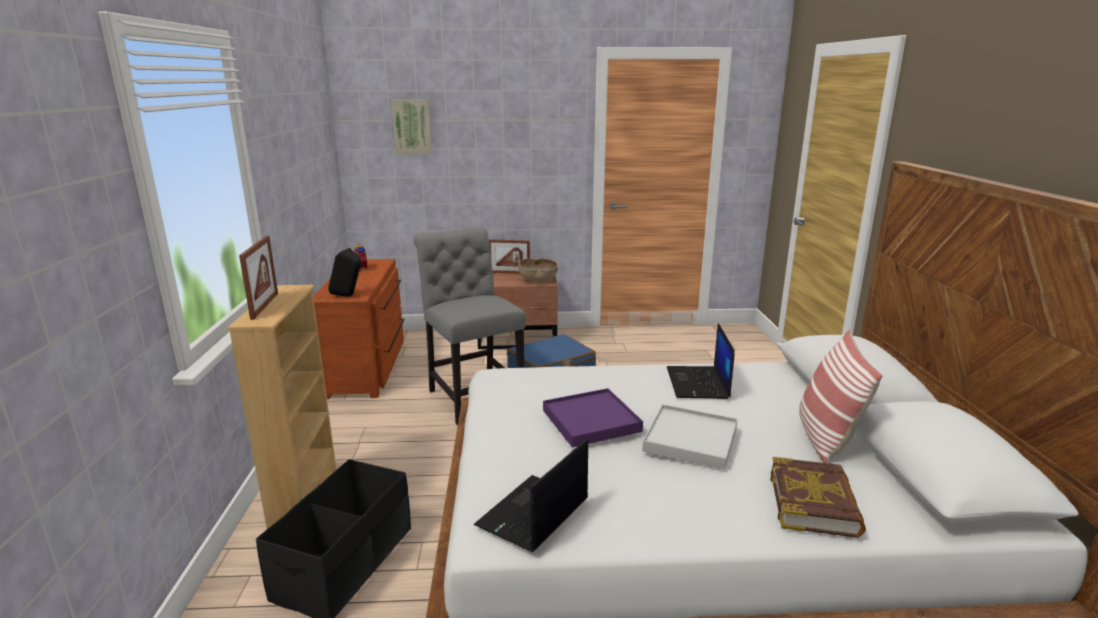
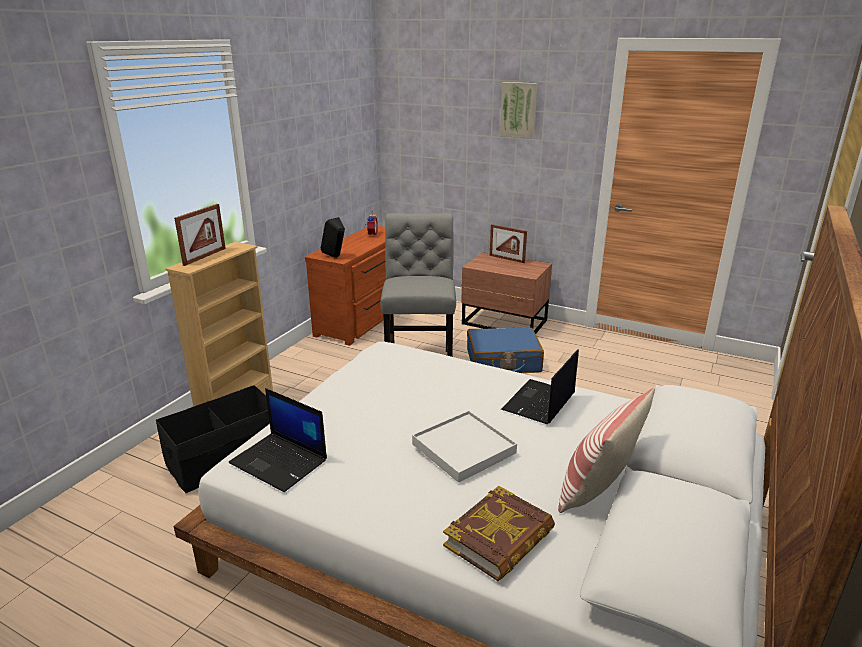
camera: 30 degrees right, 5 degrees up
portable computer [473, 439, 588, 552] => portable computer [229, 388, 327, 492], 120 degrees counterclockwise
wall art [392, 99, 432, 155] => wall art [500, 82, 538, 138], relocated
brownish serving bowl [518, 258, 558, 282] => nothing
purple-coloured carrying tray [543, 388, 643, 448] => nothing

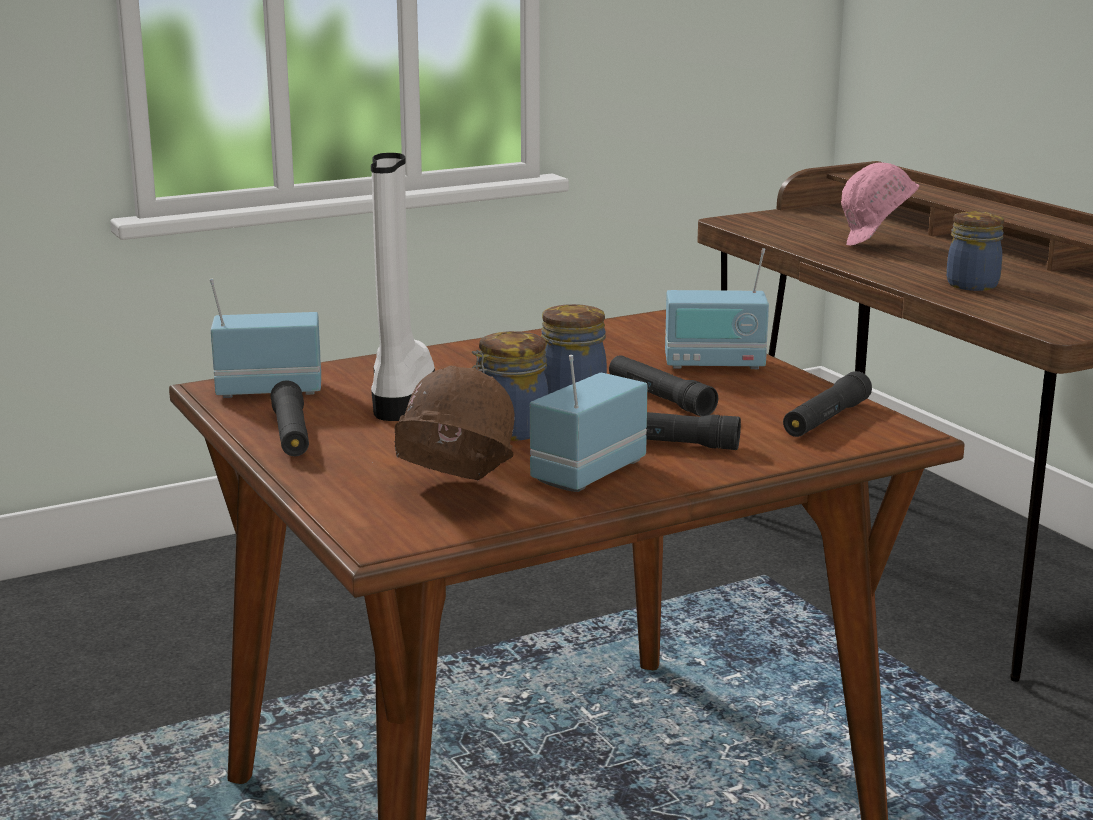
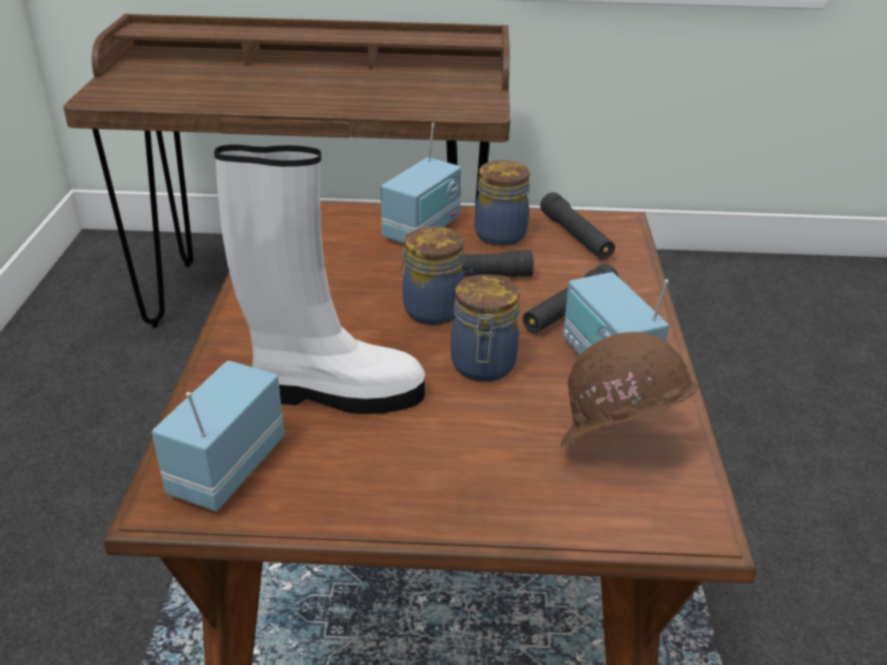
camera: 60 degrees left, 15 degrees up
whitish tall boot [371, 153, 435, 421] => whitish tall boot [214, 145, 425, 414], 150 degrees clockwise
jar [946, 211, 1004, 291] => jar [475, 160, 530, 246], relocated
black hand torch [271, 381, 309, 456] => nothing
pink-coloured safety helmet [841, 162, 920, 245] => nothing

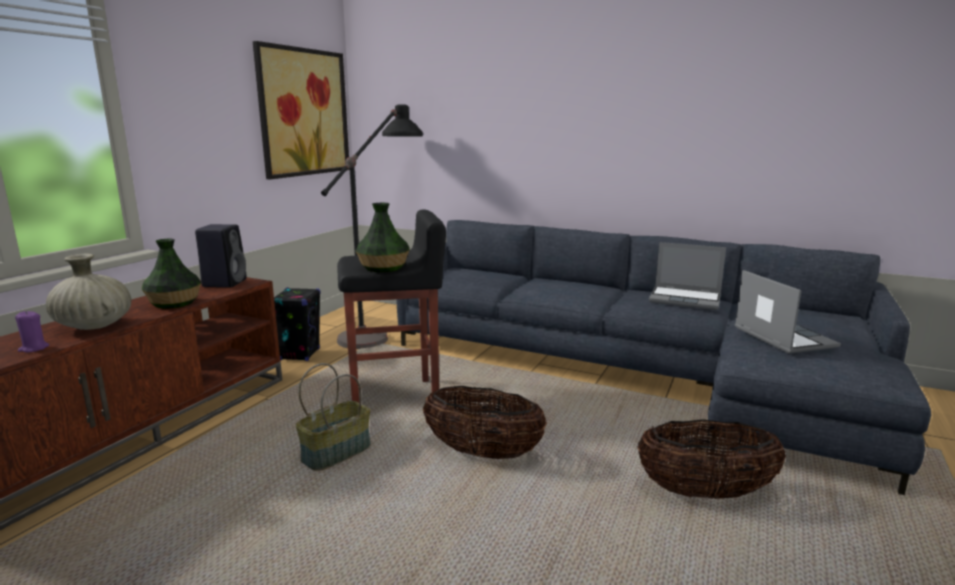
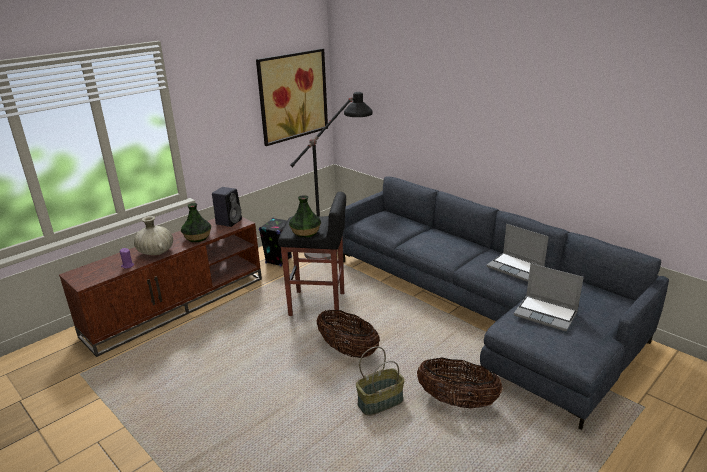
camera: 20 degrees right, 10 degrees up
basket [296, 363, 371, 471] => basket [356, 346, 405, 416], relocated
portable computer [735, 270, 841, 354] => portable computer [514, 263, 584, 331], 120 degrees clockwise

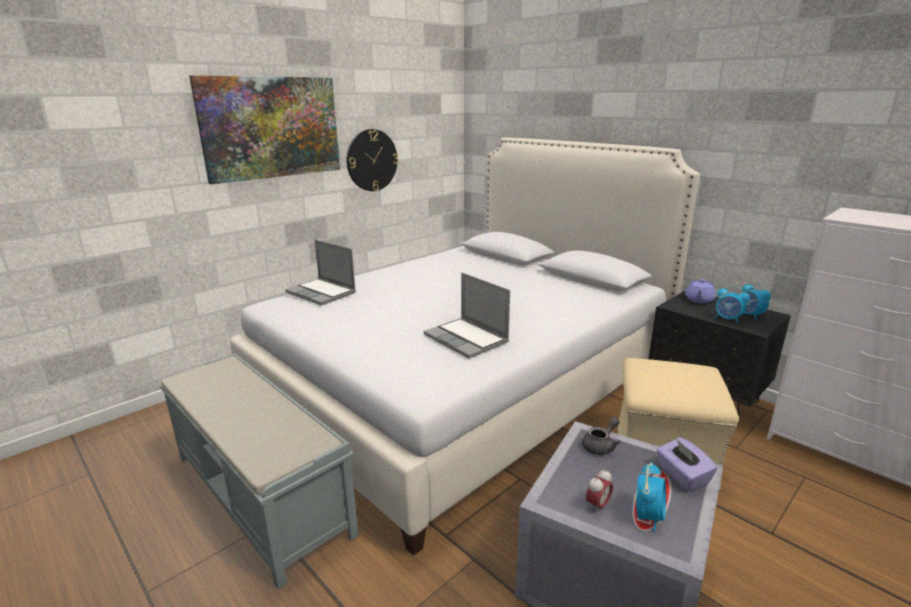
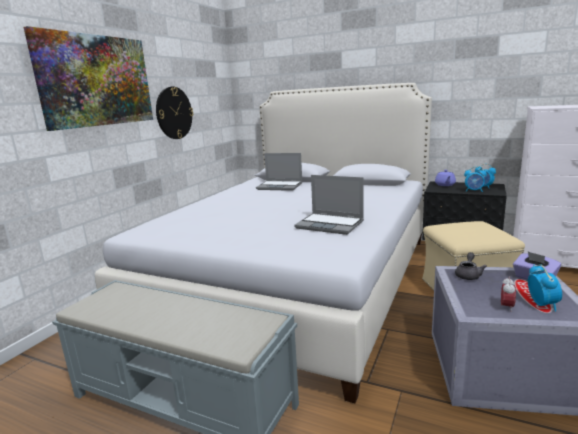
camera: 20 degrees left, 5 degrees down
portable computer [285, 240, 356, 305] => portable computer [256, 153, 303, 191], relocated

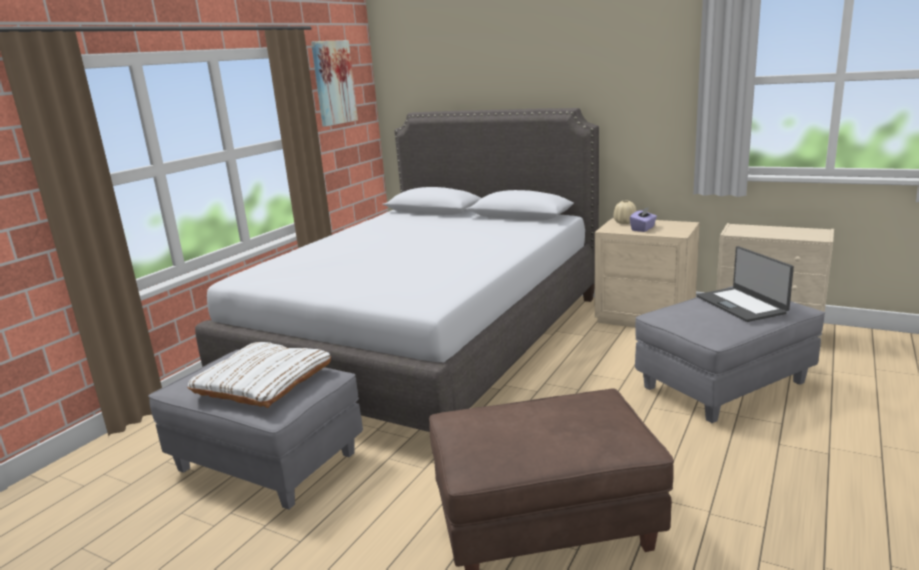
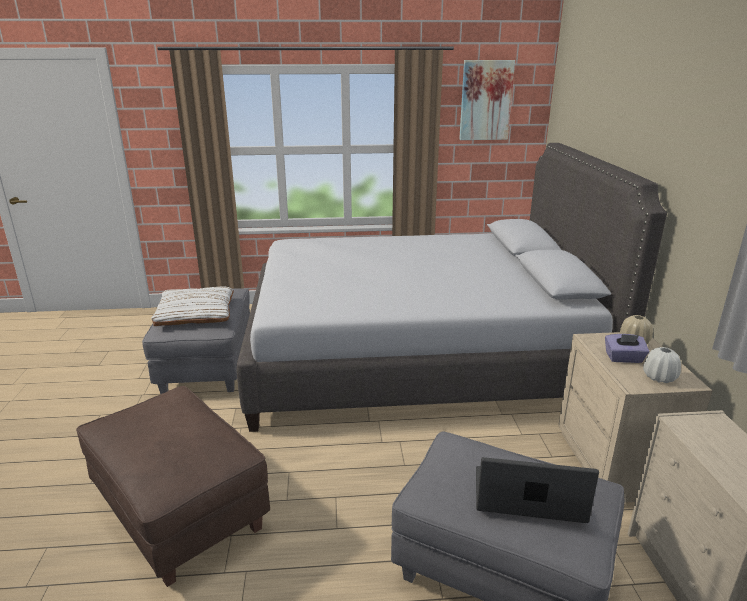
camera: 55 degrees right, 5 degrees up
portable computer [697, 246, 794, 322] => portable computer [476, 457, 599, 523], 60 degrees clockwise
nothing => whitish decorative vase [643, 347, 681, 383]

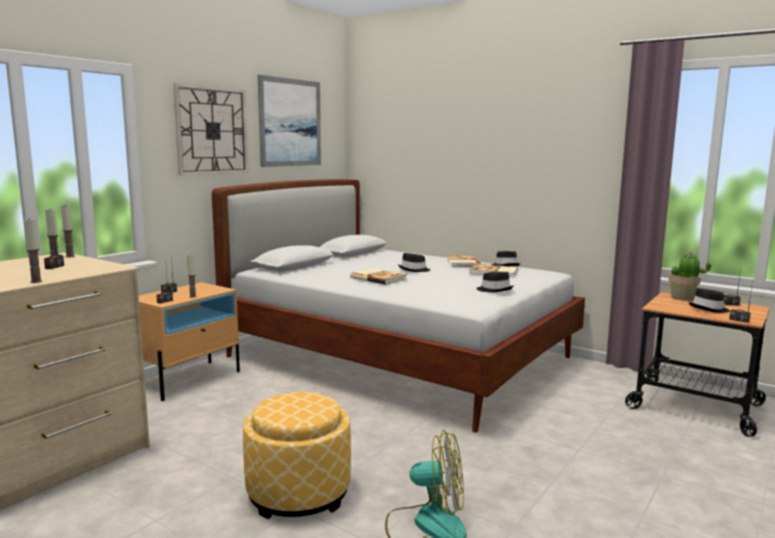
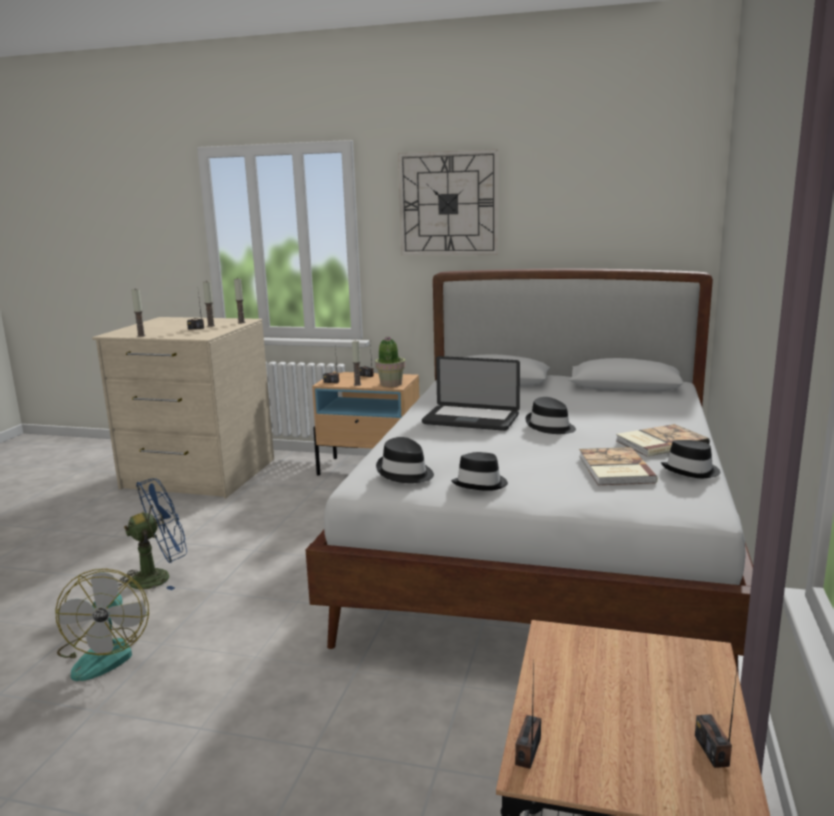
camera: 70 degrees right, 5 degrees up
footrest [243, 392, 351, 519] => blue cooling fan [117, 478, 187, 590]
houseplant [669, 252, 711, 301] => houseplant [375, 337, 405, 387], relocated
black hat [688, 288, 730, 313] => black hat [376, 437, 434, 483], relocated
volume [350, 268, 407, 285] => portable computer [422, 356, 520, 431]
wall art [258, 75, 321, 167] => nothing

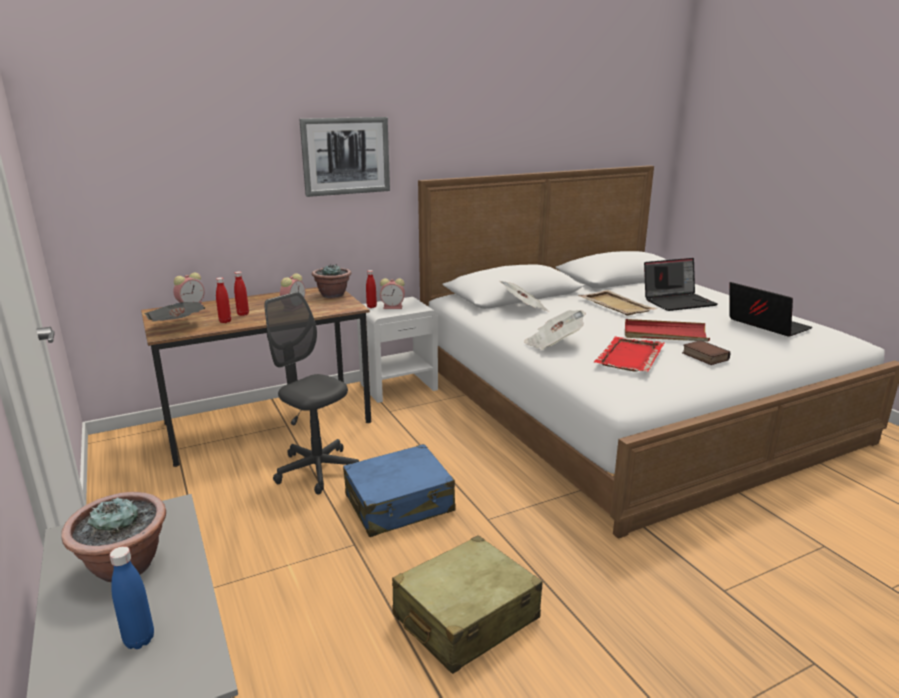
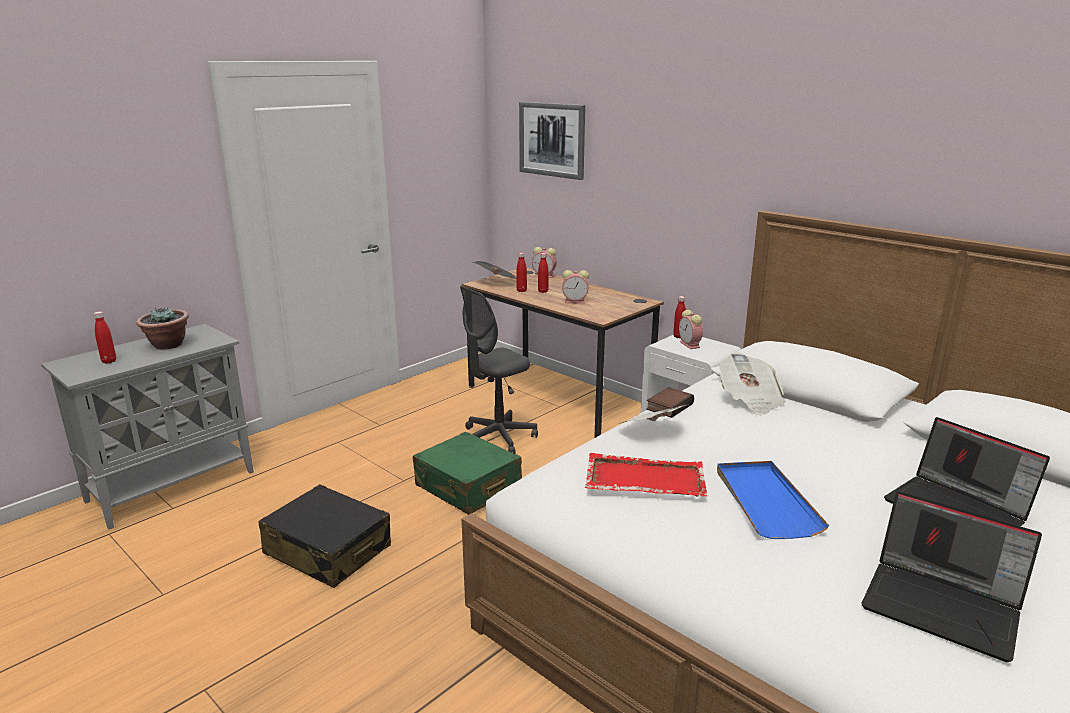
camera: 70 degrees right, 0 degrees up
blue bottle [110, 546, 154, 649] => red-coloured bottle [93, 312, 116, 364]
beige-coloured suitcase [392, 535, 542, 674] => black suitcase [259, 484, 391, 588]
blue suitcase [343, 444, 455, 537] => green-coloured suitcase [413, 432, 522, 515]
gray desk chair [264, 292, 359, 495] => gray desk chair [460, 286, 538, 454], 150 degrees counterclockwise
wall art [299, 117, 390, 197] => wall art [519, 102, 585, 180], relocated
volume [682, 340, 730, 365] => volume [646, 387, 694, 418], relocated
red-coloured carrying tray [625, 319, 710, 342] => blue carrying tray [717, 461, 829, 539]
portable computer [729, 282, 812, 337] => portable computer [861, 491, 1042, 662], 90 degrees clockwise
houseplant [312, 263, 351, 298] => nothing
beige-coloured carrying tray [578, 290, 658, 316] => nothing

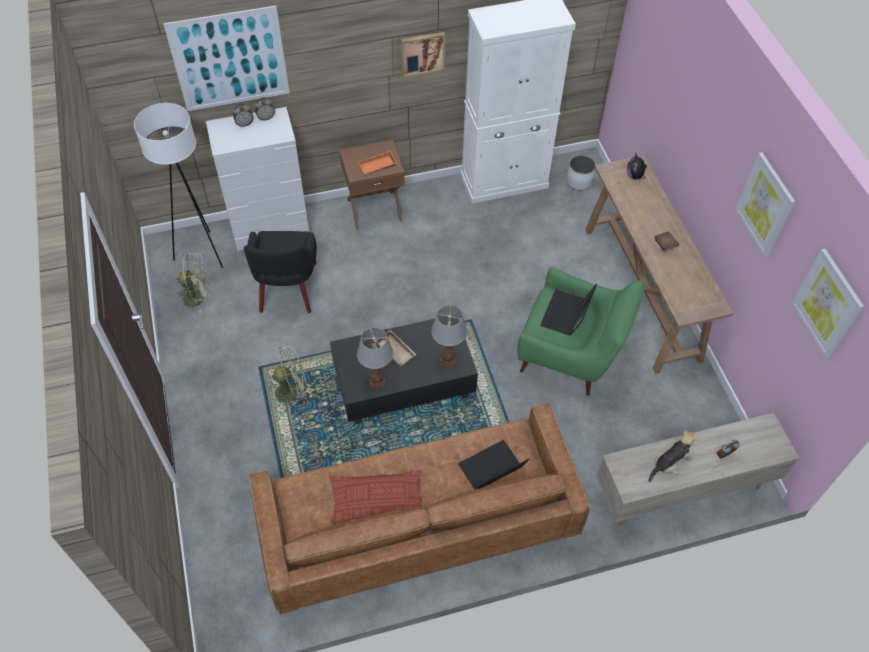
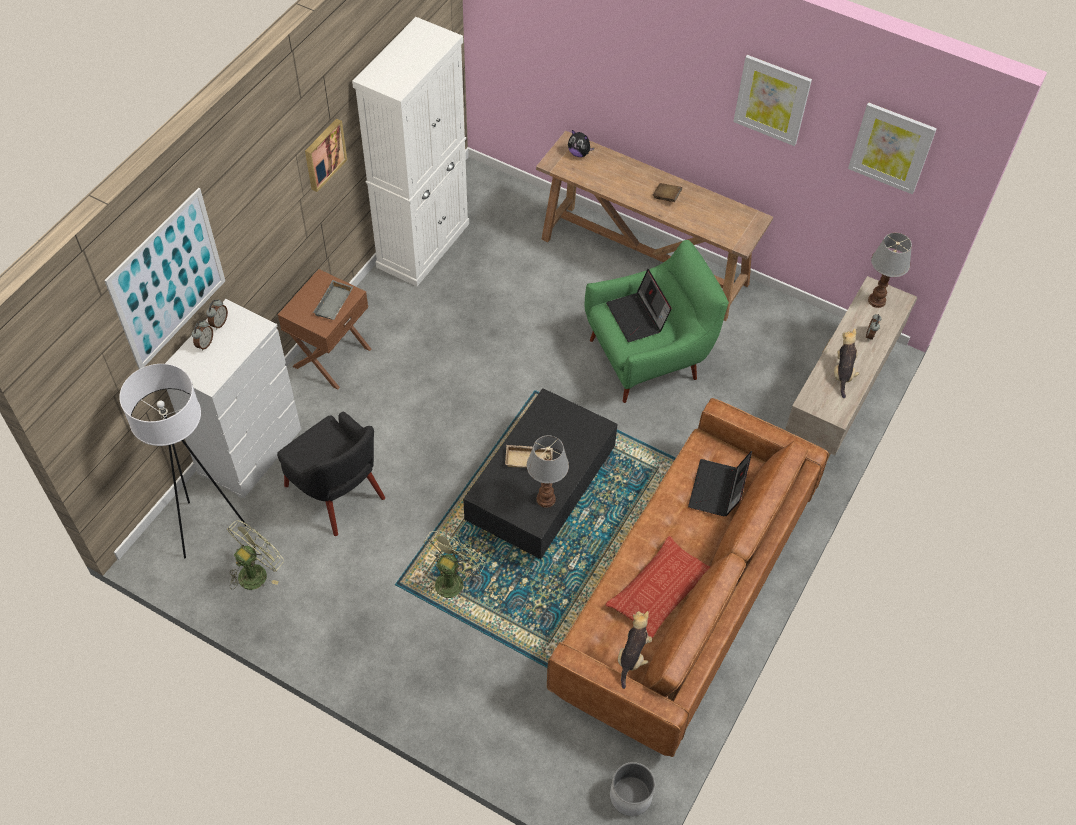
camera: 45 degrees left, 0 degrees up
orangey carrying tray [357, 151, 397, 174] => gray carrying tray [313, 280, 353, 320]
whitish plant pot [566, 155, 596, 190] => whitish plant pot [610, 762, 655, 816], relocated
nothing => cuddly toy [618, 611, 652, 689]
tabletop lamp [431, 305, 467, 368] => tabletop lamp [868, 233, 912, 308], relocated

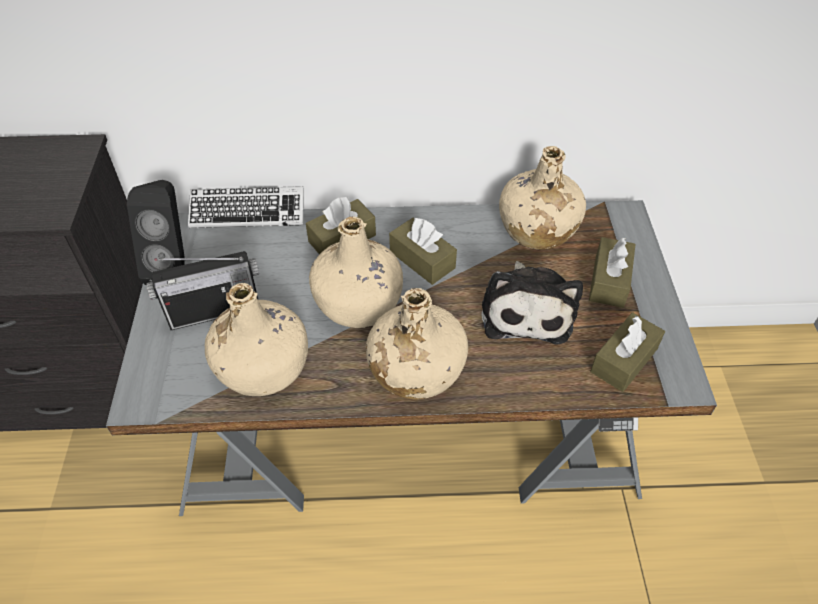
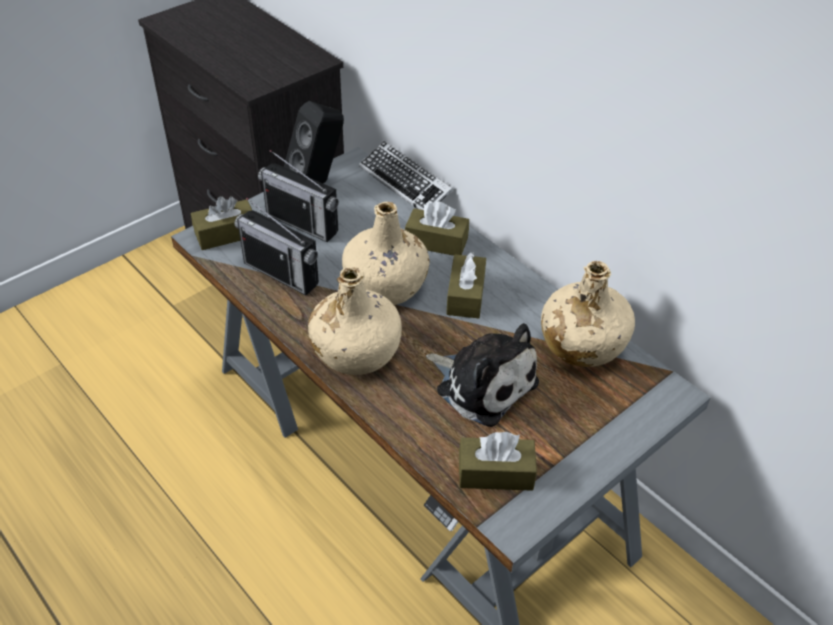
camera: 50 degrees right, 5 degrees down
brownish tissue holder [589, 237, 636, 308] => brownish tissue holder [191, 196, 252, 250], relocated
beige-coloured bottle [205, 283, 308, 396] => radio [234, 198, 319, 295]
cuddly toy [481, 261, 583, 345] => cuddly toy [426, 323, 539, 427], 105 degrees counterclockwise

